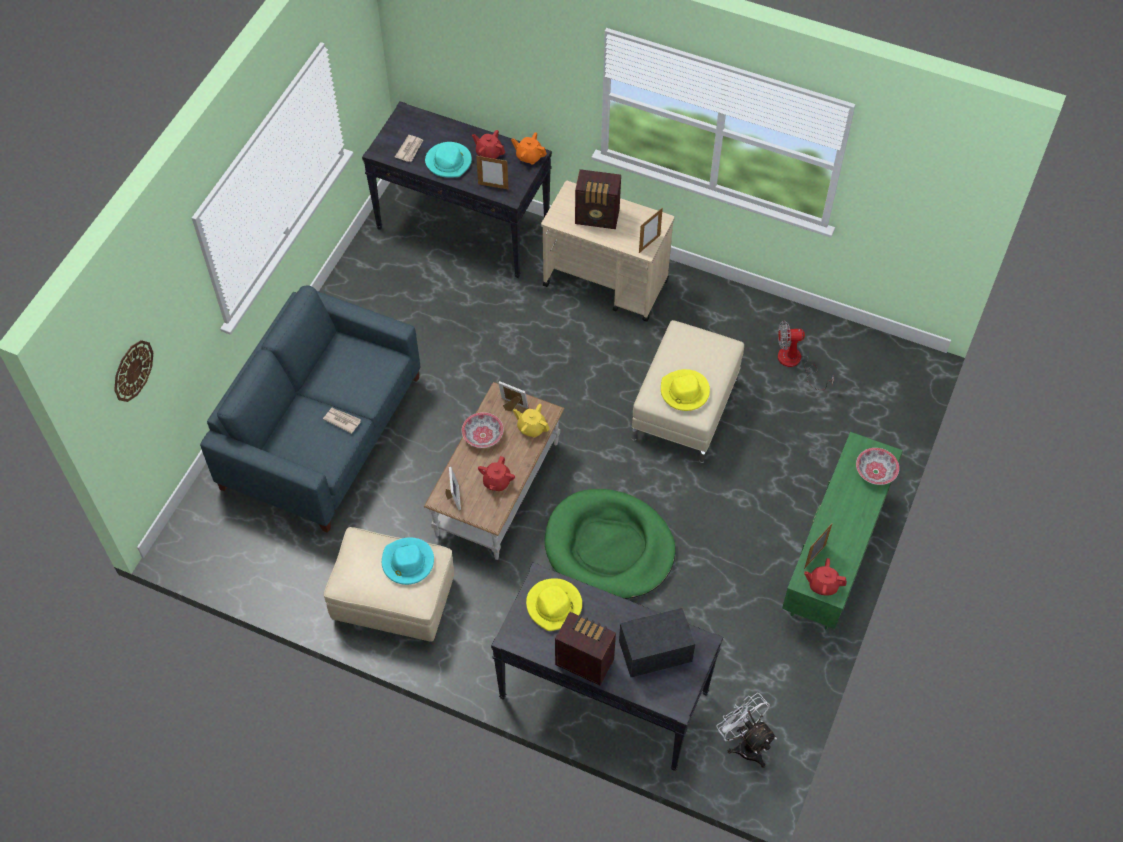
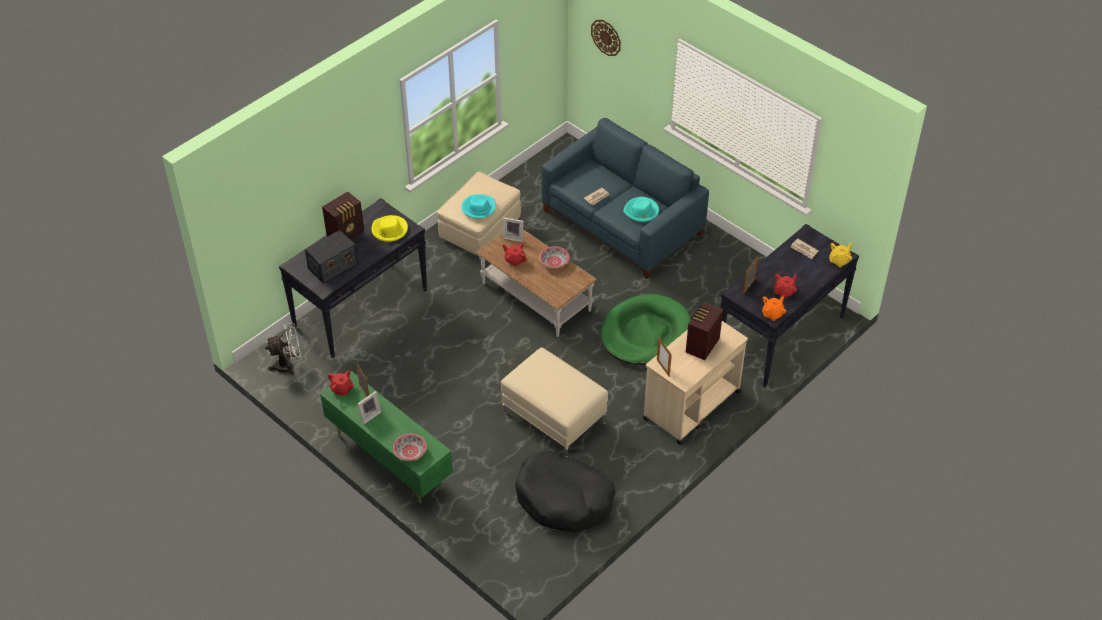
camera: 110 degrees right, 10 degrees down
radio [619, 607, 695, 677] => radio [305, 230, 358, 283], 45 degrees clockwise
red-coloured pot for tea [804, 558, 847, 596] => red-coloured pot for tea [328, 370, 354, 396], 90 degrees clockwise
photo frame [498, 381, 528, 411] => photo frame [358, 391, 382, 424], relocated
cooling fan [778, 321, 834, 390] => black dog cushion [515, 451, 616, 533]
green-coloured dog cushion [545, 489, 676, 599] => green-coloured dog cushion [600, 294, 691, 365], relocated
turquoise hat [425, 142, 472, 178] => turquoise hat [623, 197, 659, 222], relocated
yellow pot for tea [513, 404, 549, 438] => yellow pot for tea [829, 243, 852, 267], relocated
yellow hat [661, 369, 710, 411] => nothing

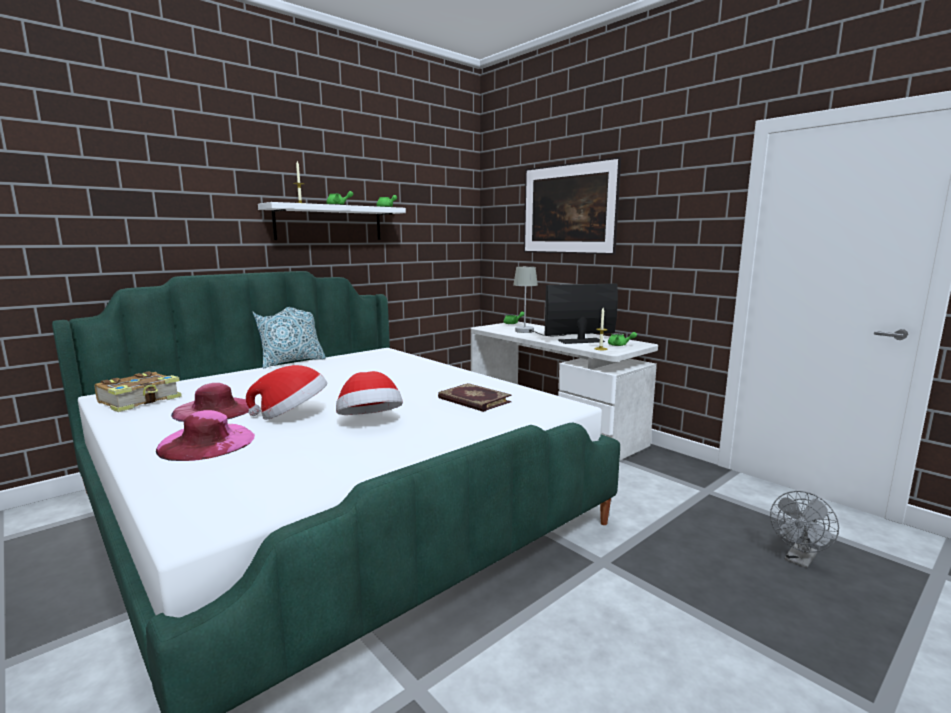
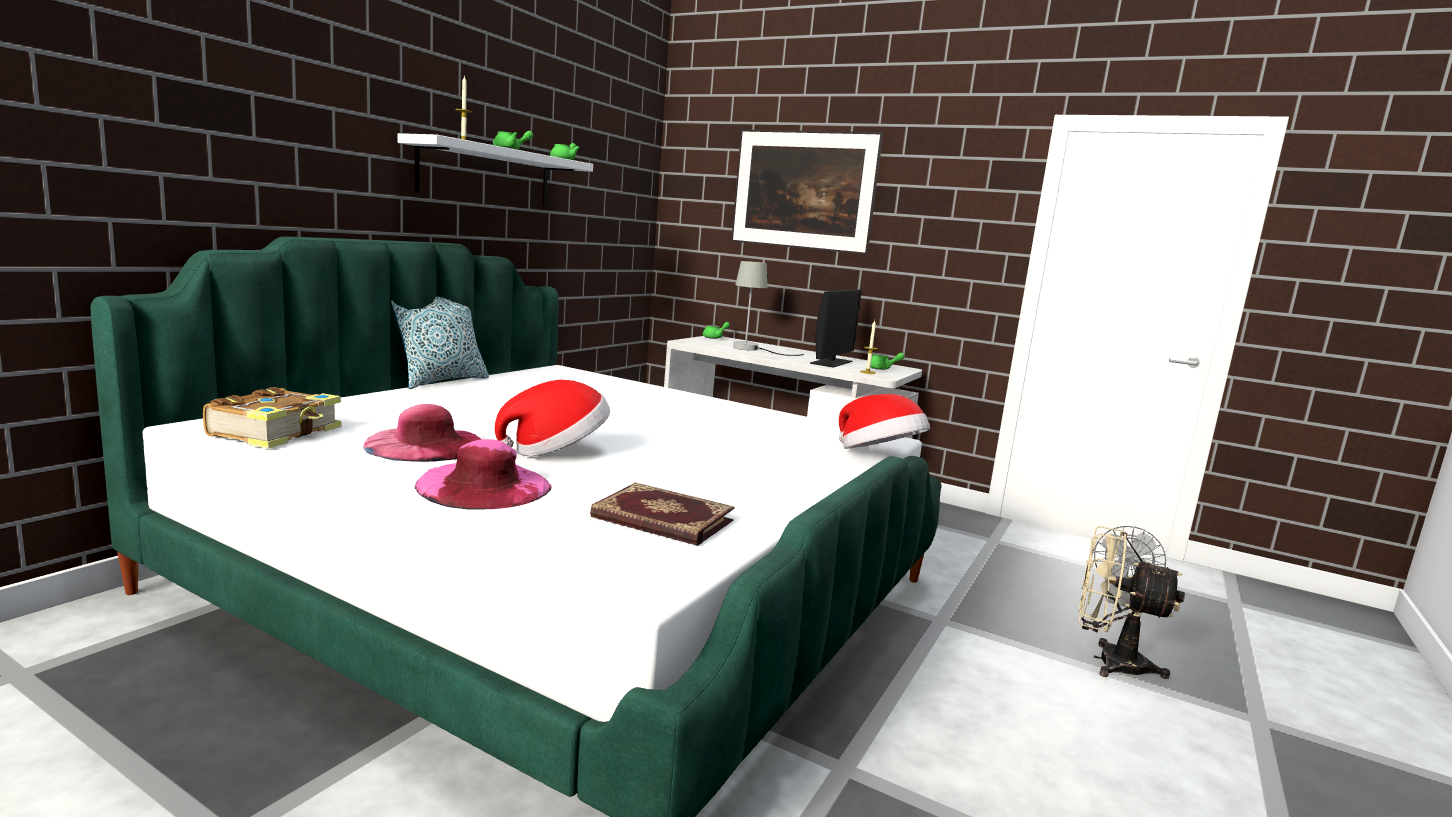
camera: 20 degrees left, 0 degrees up
volume [438, 383, 512, 412] => volume [590, 482, 734, 546], relocated
computer screen [545, 284, 618, 344] => computer screen [810, 289, 862, 368], 150 degrees clockwise
hat [336, 371, 403, 415] => hat [839, 394, 930, 449], relocated
nothing => beige-coloured cooling fan [1079, 526, 1185, 679]

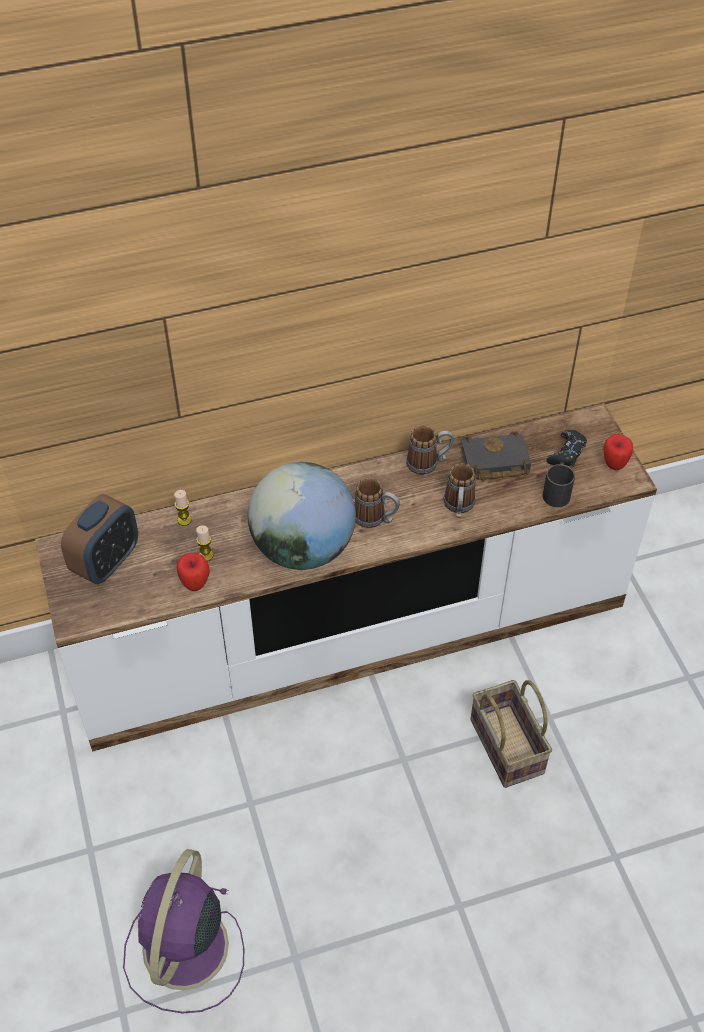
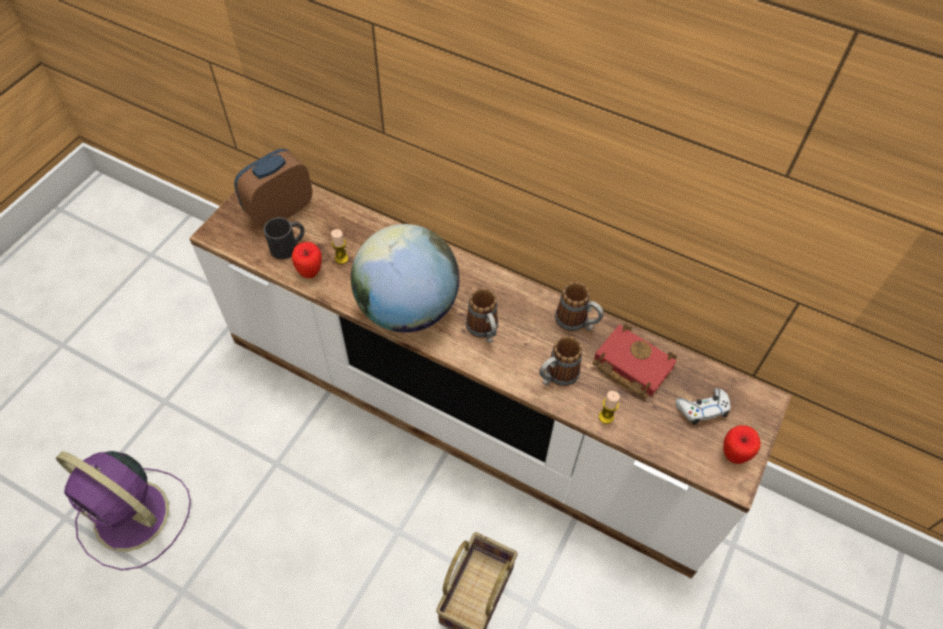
camera: 45 degrees right, 5 degrees up
purple-coloured cooling fan [123, 849, 244, 1014] => purple-coloured cooling fan [56, 451, 191, 570], 120 degrees counterclockwise
alarm clock [61, 494, 138, 584] => alarm clock [234, 149, 313, 229], 150 degrees clockwise
black tea mug [543, 462, 575, 507] => black tea mug [264, 217, 305, 259], relocated
black volume [461, 431, 531, 480] => red-coloured volume [593, 324, 677, 398]
wax light [174, 490, 192, 526] => wax light [599, 391, 620, 424], relocated
black gamepad [547, 430, 587, 467] => whitish gamepad [675, 388, 730, 425]

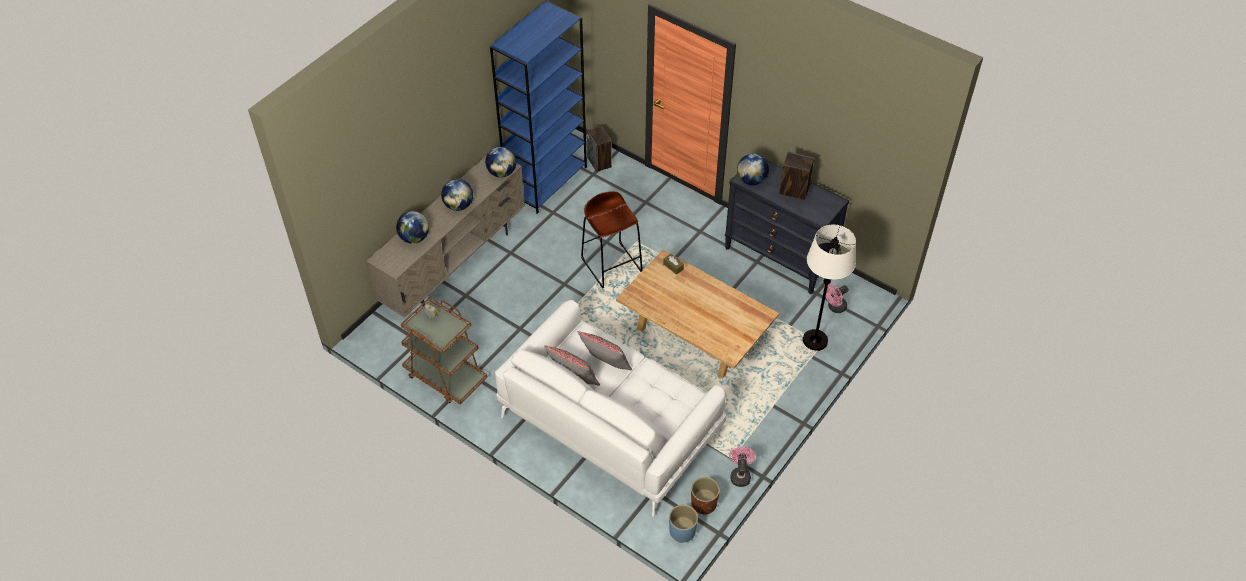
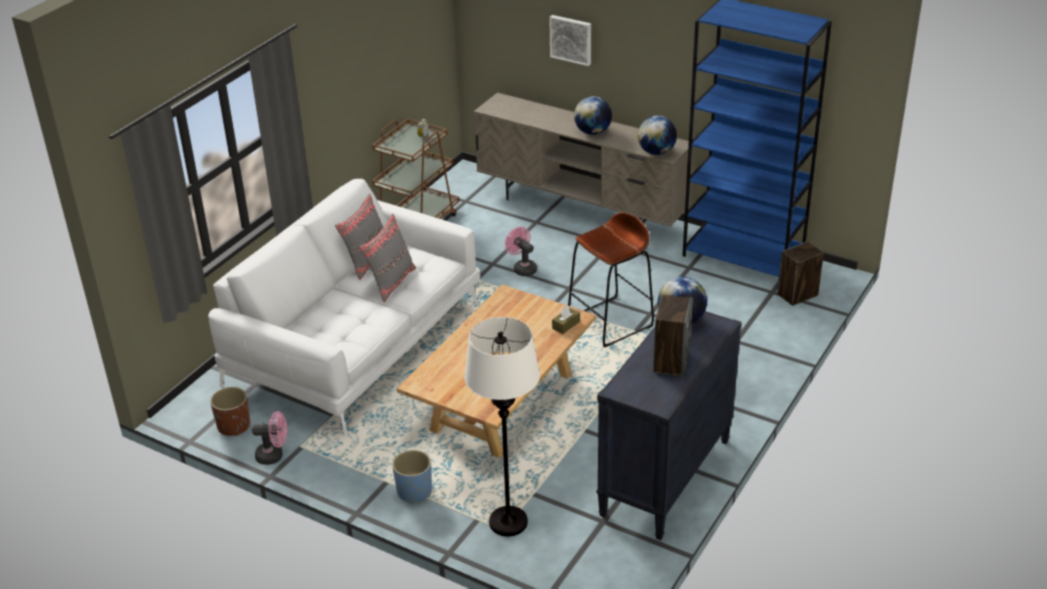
camera: 85 degrees right, 15 degrees down
blue plant pot [669, 505, 698, 543] => blue plant pot [392, 450, 432, 504], relocated
pink-coloured cooling fan [826, 284, 848, 313] => pink-coloured cooling fan [505, 227, 537, 276], relocated
nothing => wall art [550, 15, 591, 66]
desk globe [396, 211, 429, 244] => nothing

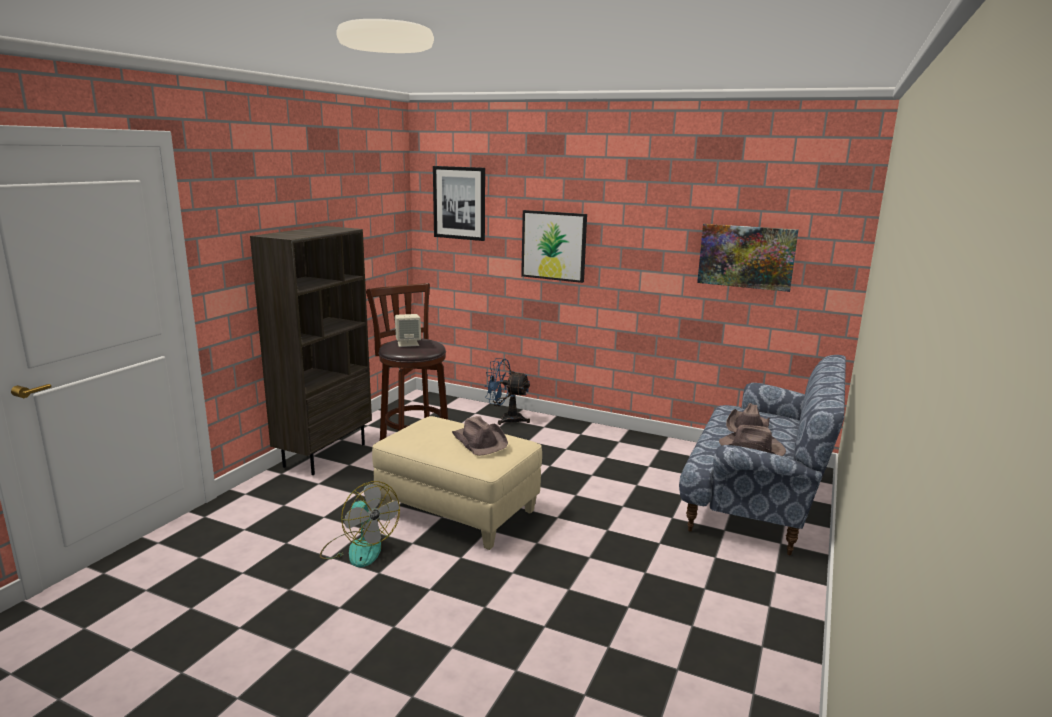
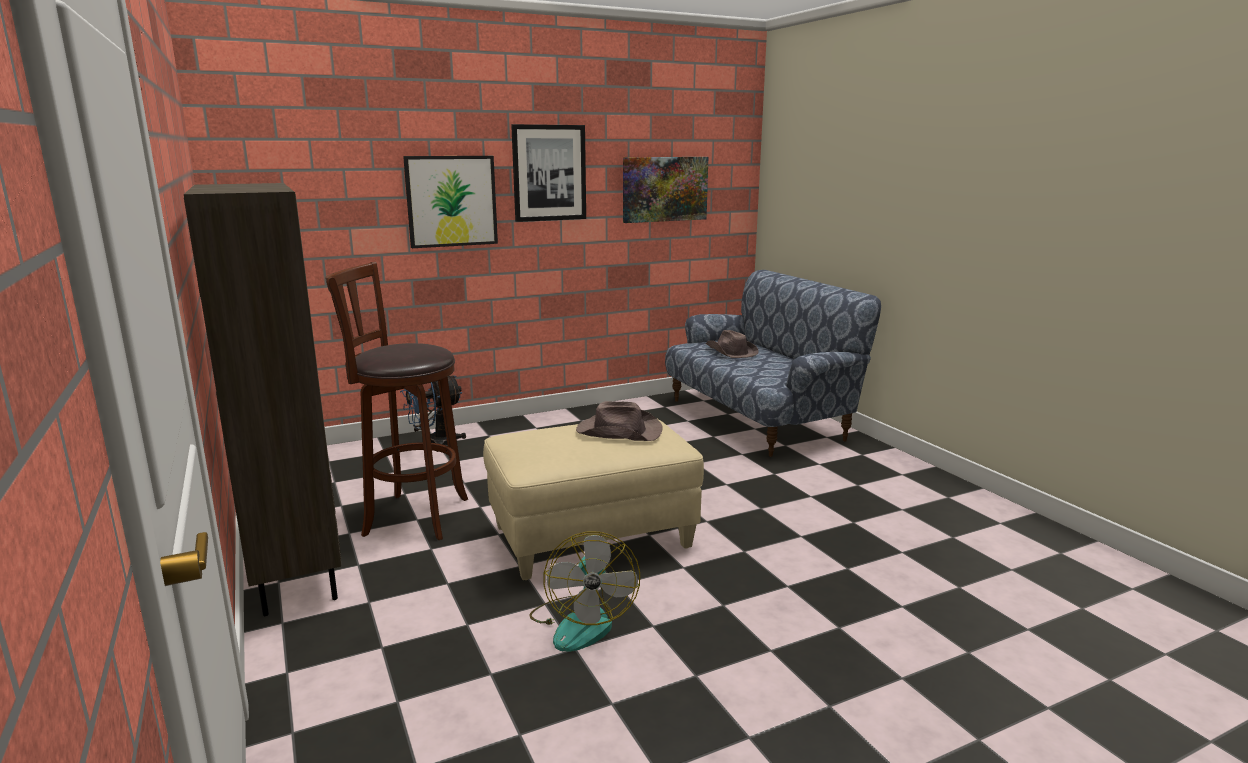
camera: 50 degrees left, 0 degrees up
wall art [433, 166, 485, 241] => wall art [511, 124, 586, 222], relocated
cooling fan [320, 481, 400, 567] => cooling fan [529, 532, 640, 652], 90 degrees clockwise
beige-coloured audio speaker [395, 314, 421, 347] => nothing
brownish hat [719, 425, 786, 456] => nothing

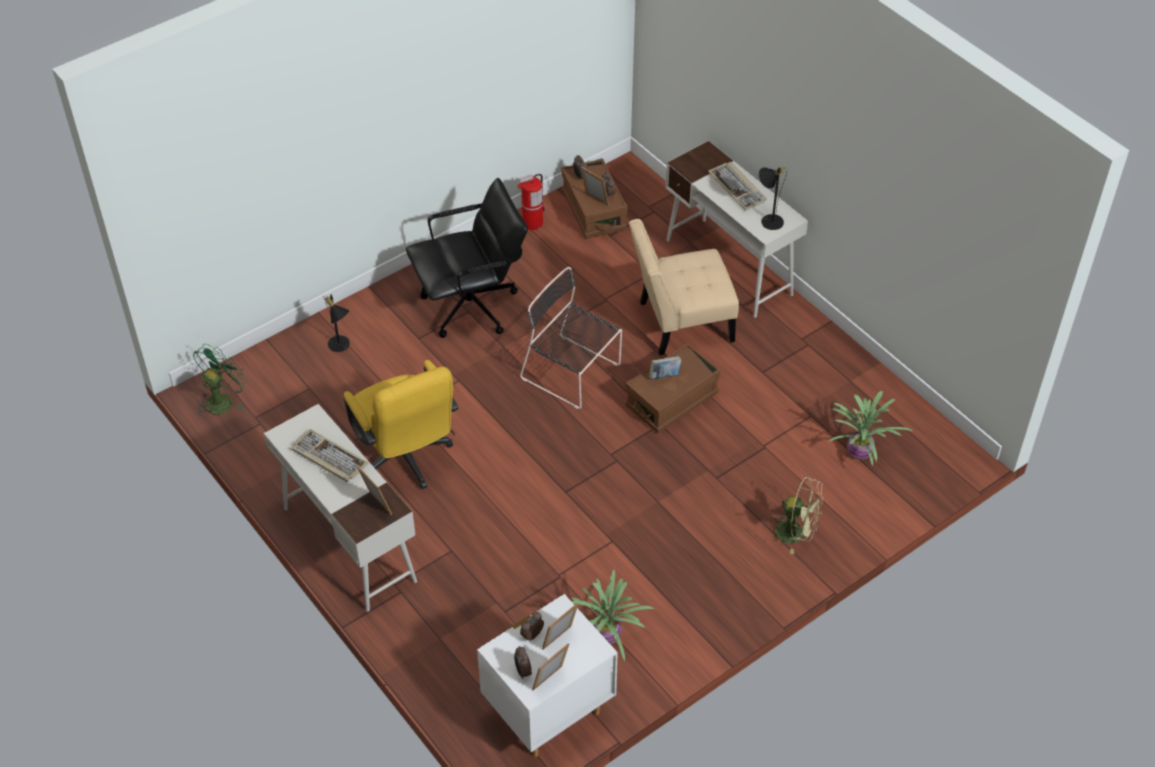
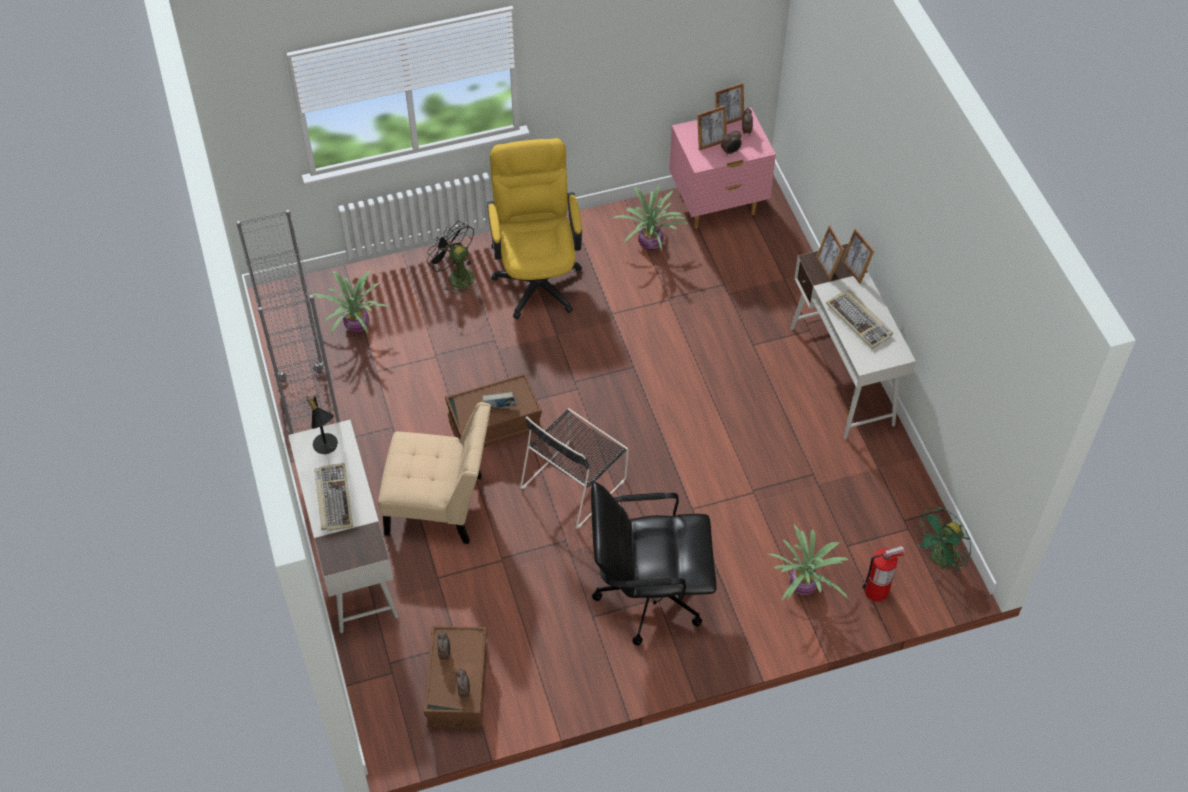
camera: 160 degrees left, 5 degrees up
nothing => gray bookshelf [236, 210, 340, 434]
green-coloured cooling fan [771, 476, 823, 554] => black cooling fan [427, 221, 474, 294]
yellow desk chair [344, 360, 458, 489] => yellow desk chair [487, 138, 582, 319], relocated
black upright chair [520, 267, 622, 409] => black upright chair [520, 408, 629, 529], 75 degrees clockwise
whitish nightstand [477, 594, 618, 757] => pink-coloured nightstand [669, 108, 776, 228]
black tabletop lamp [325, 294, 350, 352] => houseplant [767, 525, 849, 600]
photo frame [581, 166, 609, 206] => photo frame [841, 229, 874, 284], relocated
fire extinguisher [517, 174, 545, 230] => fire extinguisher [862, 546, 904, 602], relocated

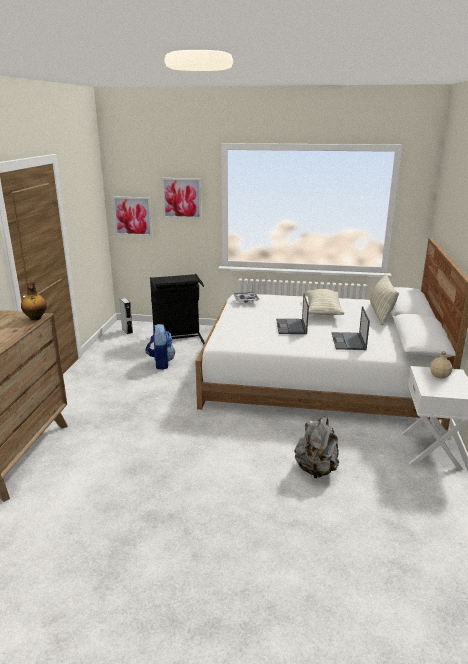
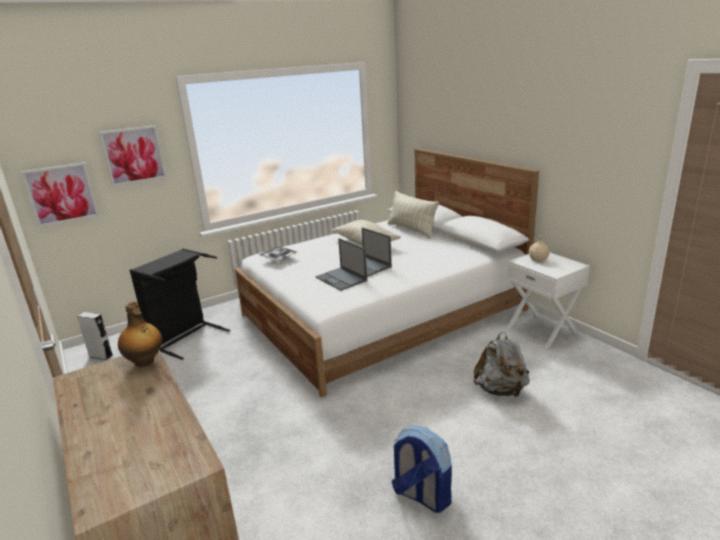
camera: 40 degrees left, 0 degrees up
portable computer [332, 306, 370, 350] => portable computer [315, 238, 367, 291], relocated
backpack [146, 324, 175, 369] => backpack [391, 426, 452, 513], relocated

